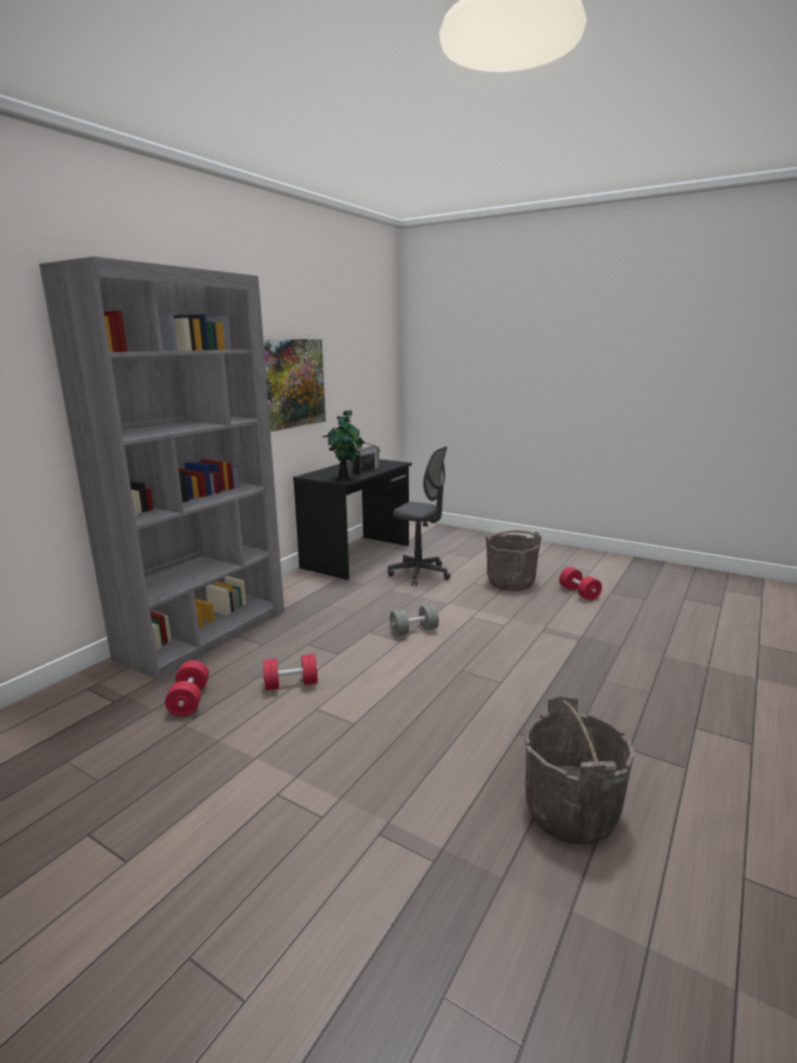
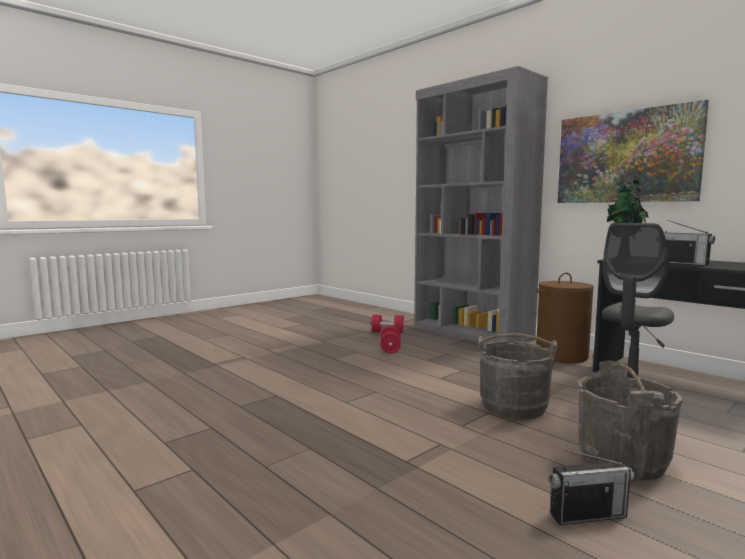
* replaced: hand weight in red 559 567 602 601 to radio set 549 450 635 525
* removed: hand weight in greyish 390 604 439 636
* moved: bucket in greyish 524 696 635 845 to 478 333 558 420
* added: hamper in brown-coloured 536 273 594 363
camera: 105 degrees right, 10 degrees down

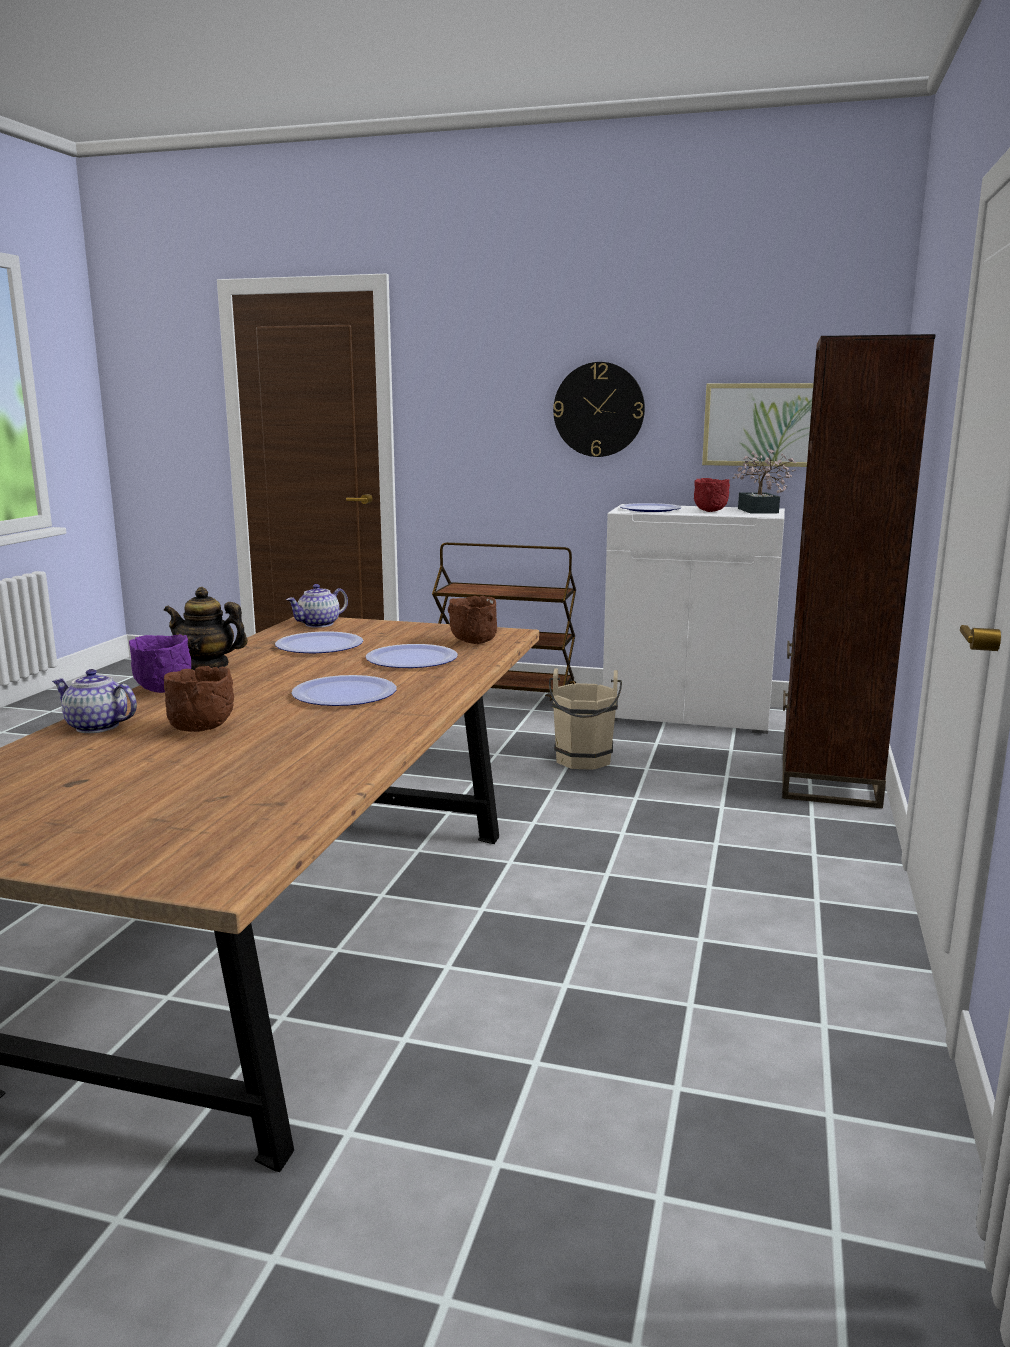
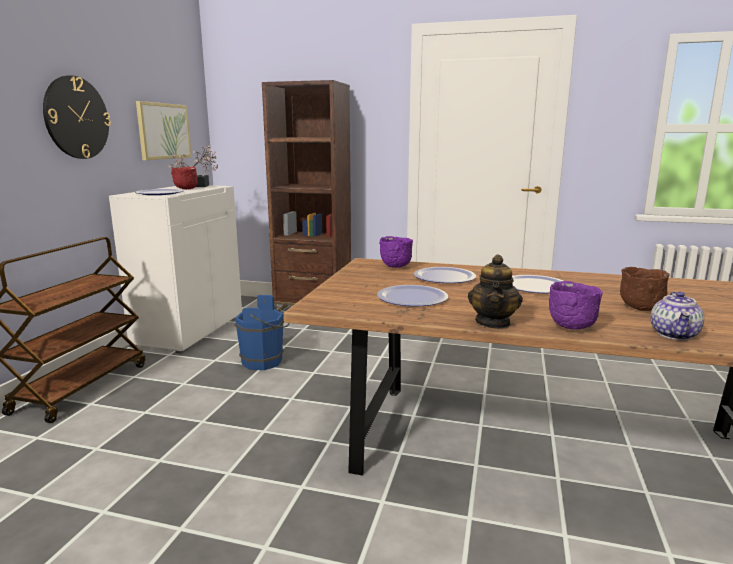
* removed: pot for tea 286 584 348 628
* recoloured: serving bowl in brown-coloured 448 595 497 644 to serving bowl in purplish 379 236 413 268
* recoloured: bucket in sand-coloured 549 668 622 770 to bucket in blue 234 295 290 370
camera: 90 degrees left, 0 degrees up

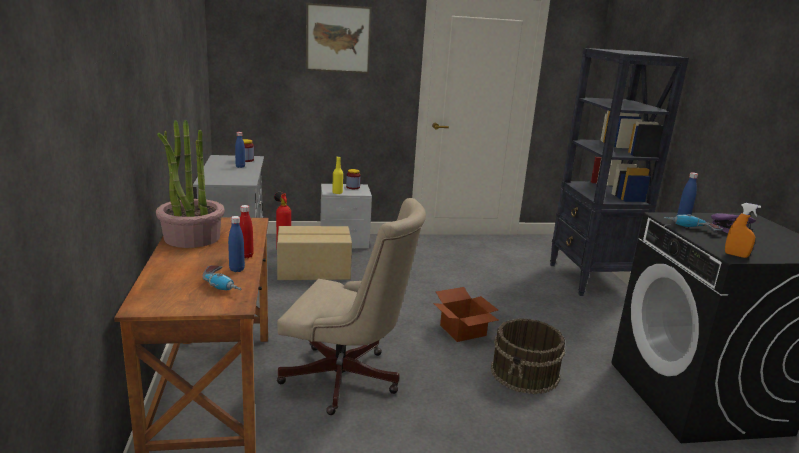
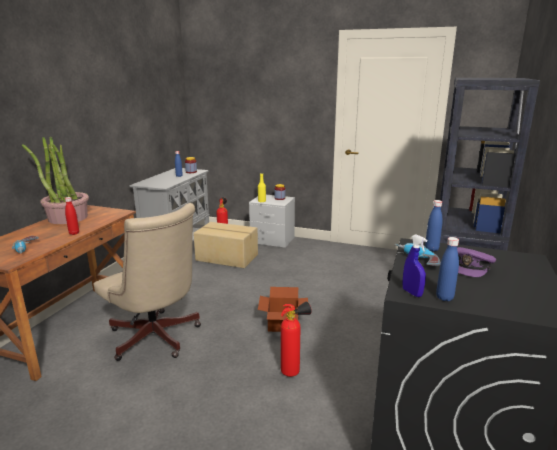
* removed: picture 306 3 372 73
* recoloured: hand sprayer in orange 725 203 761 258 to hand sprayer in blue 402 235 427 297
* moved: drink bottle in blue 228 216 245 272 to 436 237 459 301
* replaced: bucket in brown-coloured 491 318 565 394 to extinguisher 281 302 312 377
camera: 30 degrees right, 0 degrees up

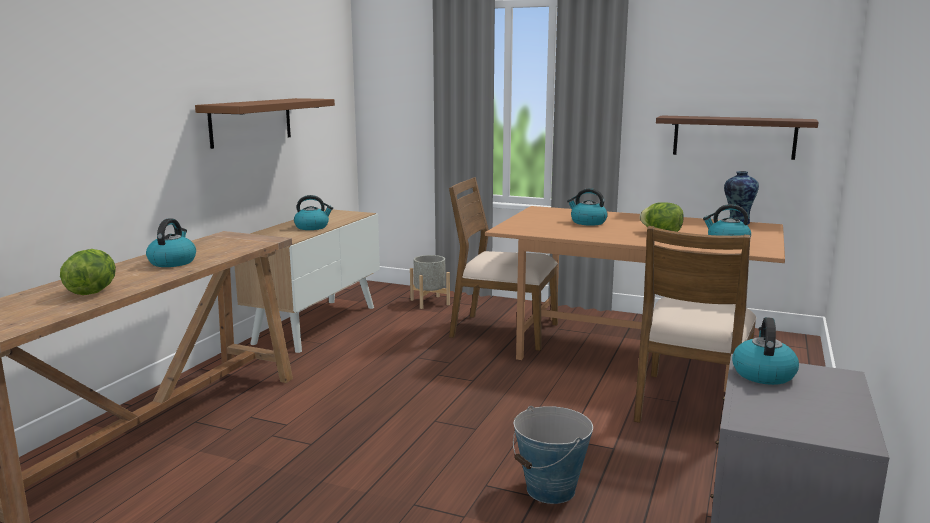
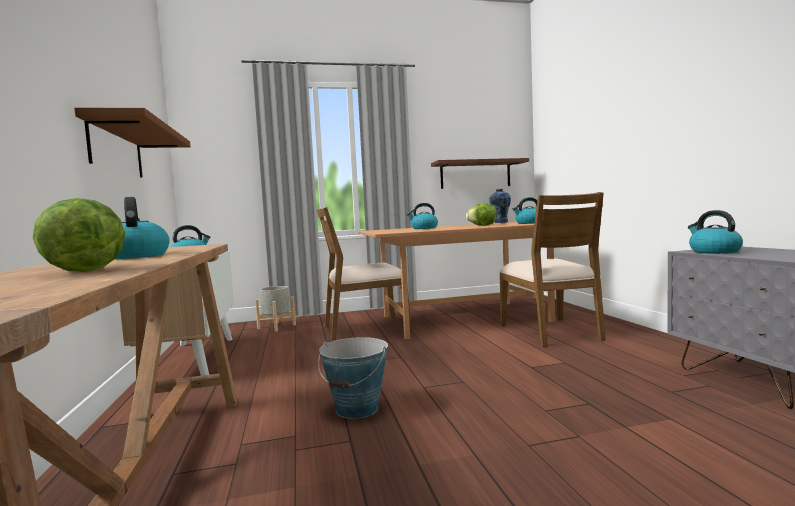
* moved: bucket 513 406 593 504 to 318 337 388 419
camera: 35 degrees left, 10 degrees down

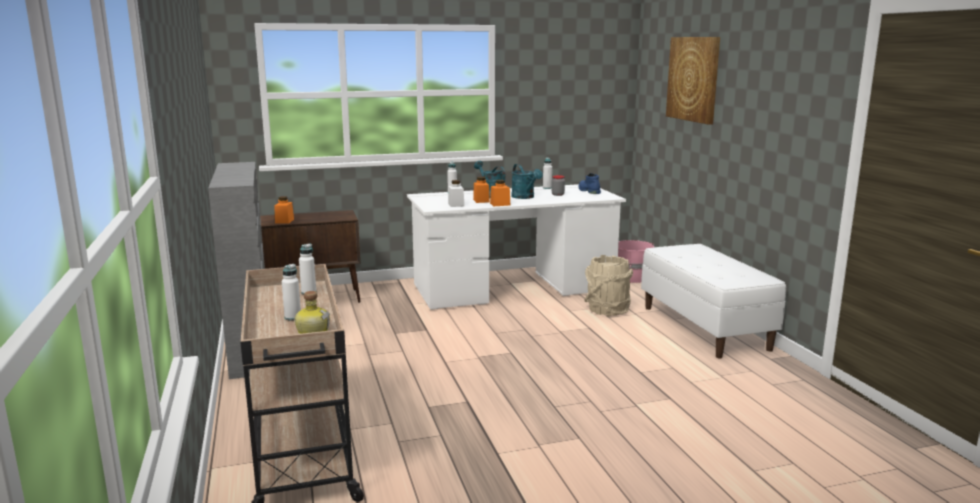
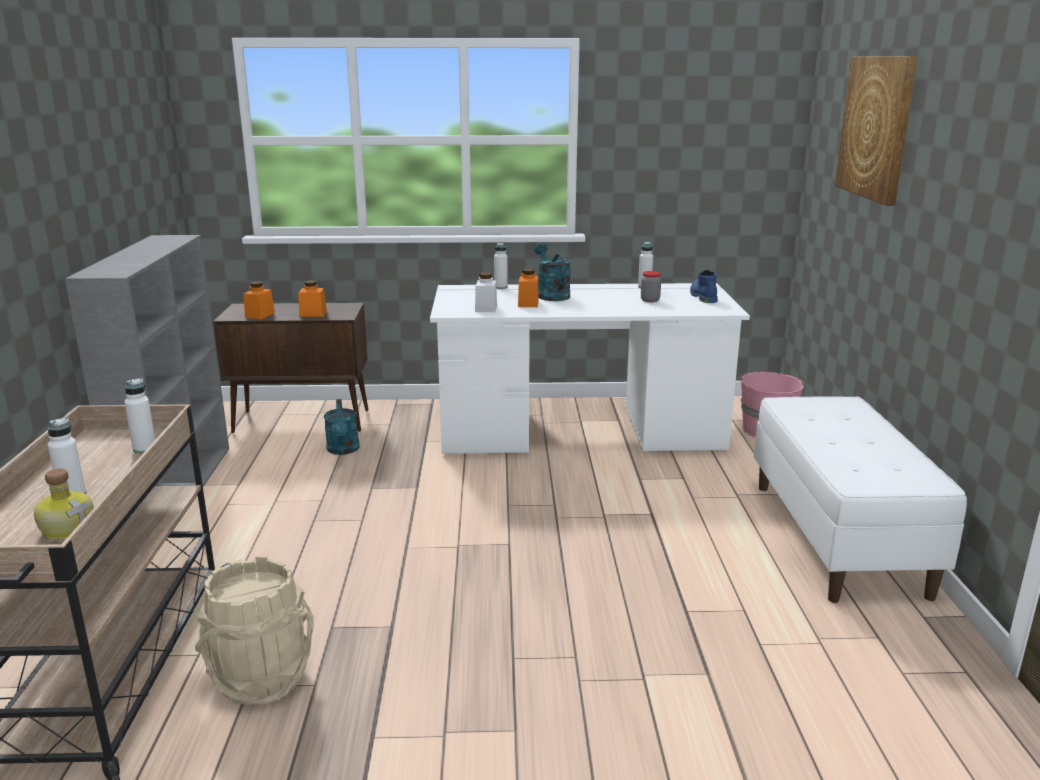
* moved: watering can in turquoise 511 164 543 199 to 324 399 360 455
* moved: preserve jar in orange 490 180 510 206 to 298 280 327 317
* moved: bucket in sand-coloured 584 255 633 316 to 195 556 314 705
camera: 15 degrees right, 5 degrees up

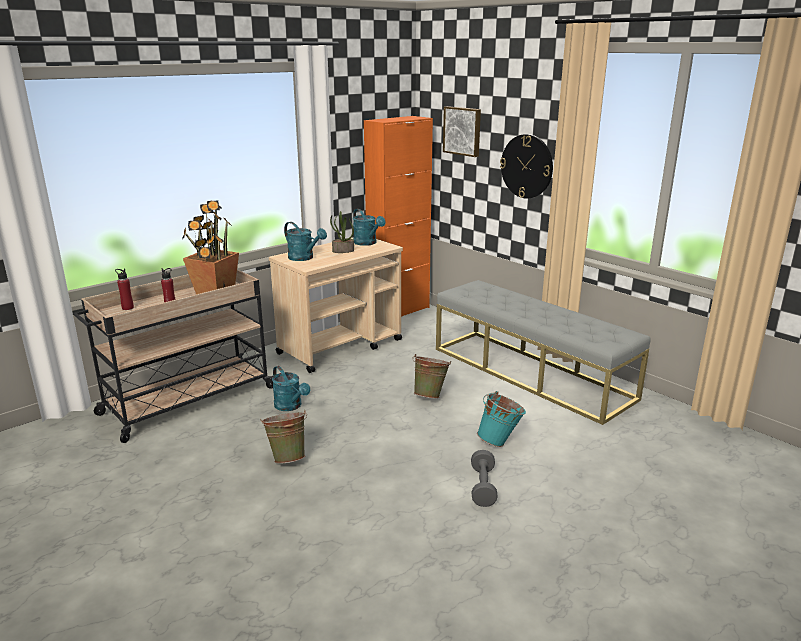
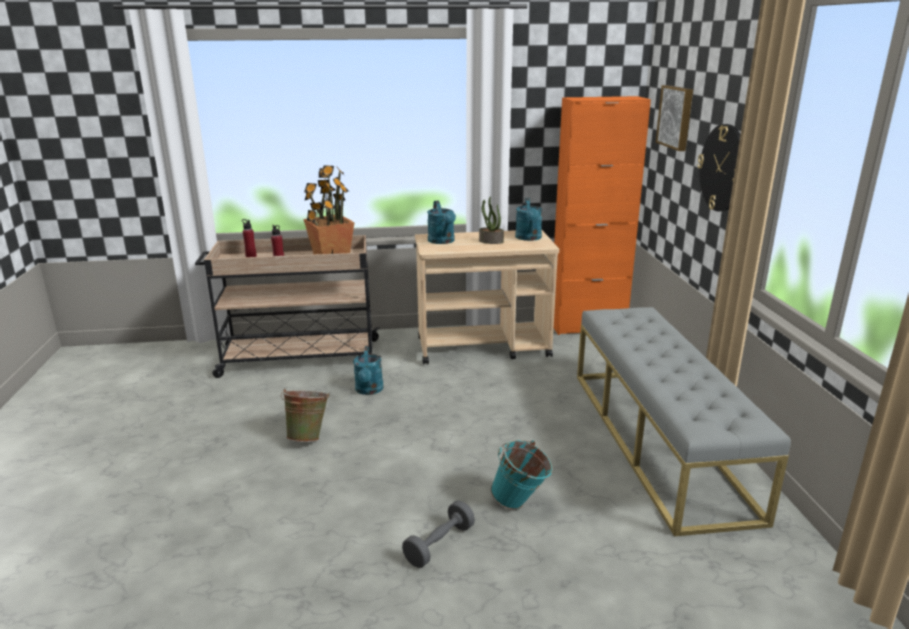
* removed: bucket in green 413 354 451 399
camera: 35 degrees right, 0 degrees up

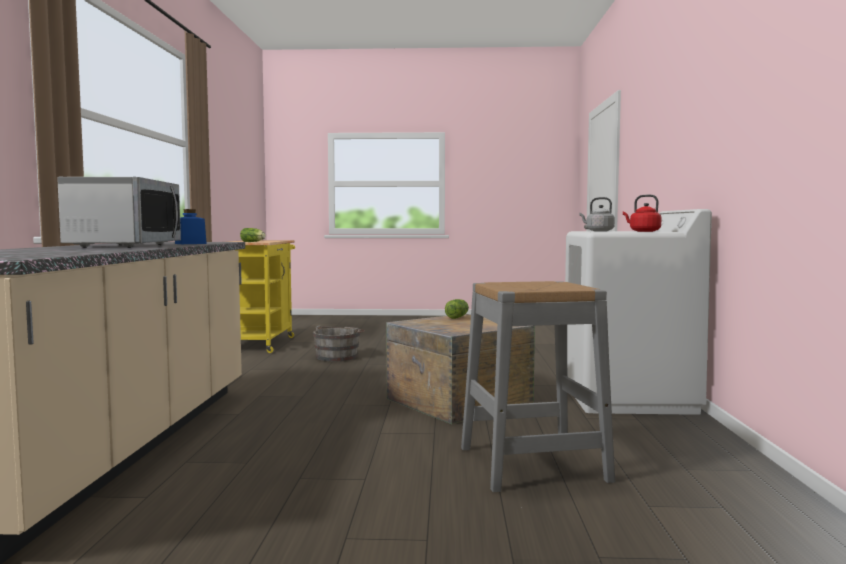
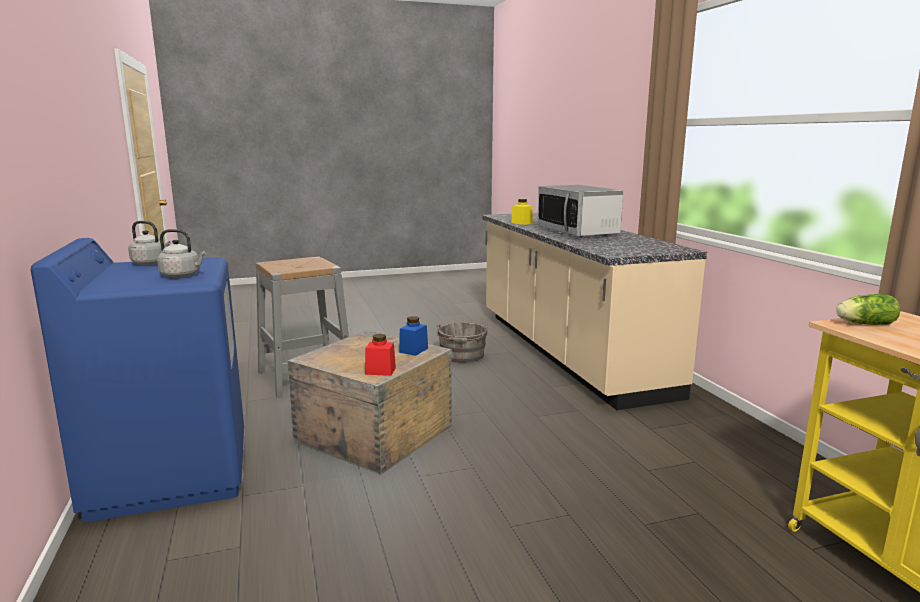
* recoloured: kettle in red 623 195 662 232 to kettle in greyish 128 221 171 265
* moved: preserve jar in blue 175 209 207 244 to 399 316 428 356
* recoloured: laundry machine in white 565 209 712 415 to laundry machine in blue 31 238 244 523
* replaced: lettuce head 445 299 469 319 to preserve jar in red 365 334 396 376
* moved: bucket in greyish 313 326 364 361 to 436 322 488 363
* added: preserve jar in yellow-coloured 511 199 533 225
camera: 160 degrees right, 10 degrees up

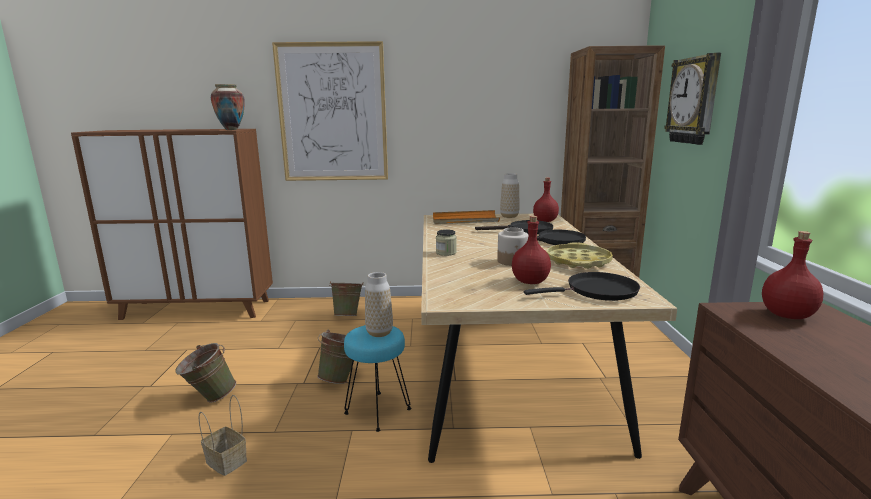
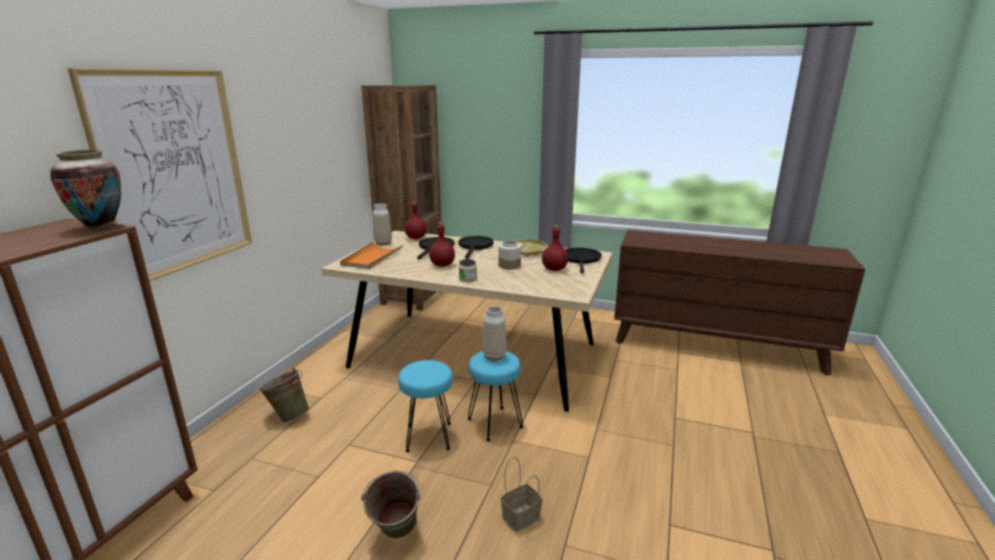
* removed: clock on the wall 664 53 721 145
* moved: drink bottle in red 762 231 823 319 to 429 222 455 267
* replaced: bucket in green 317 330 354 384 to sitting stool in turquoise 398 360 453 452
camera: 70 degrees left, 5 degrees up

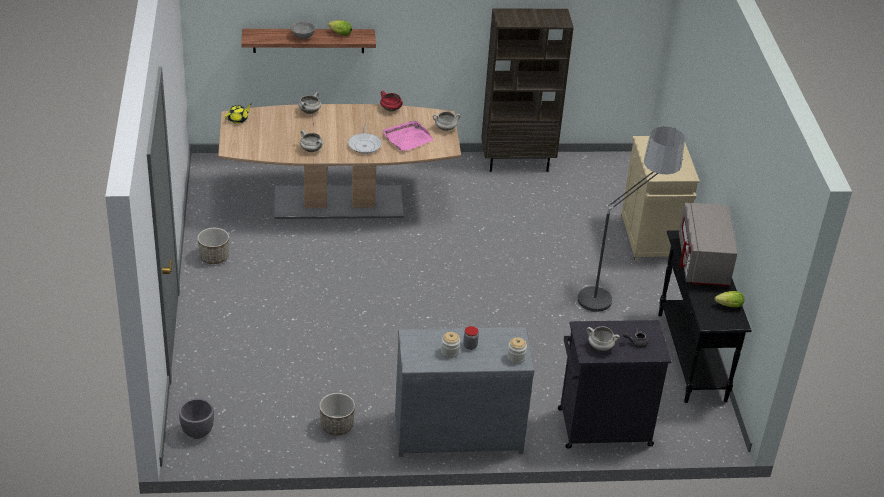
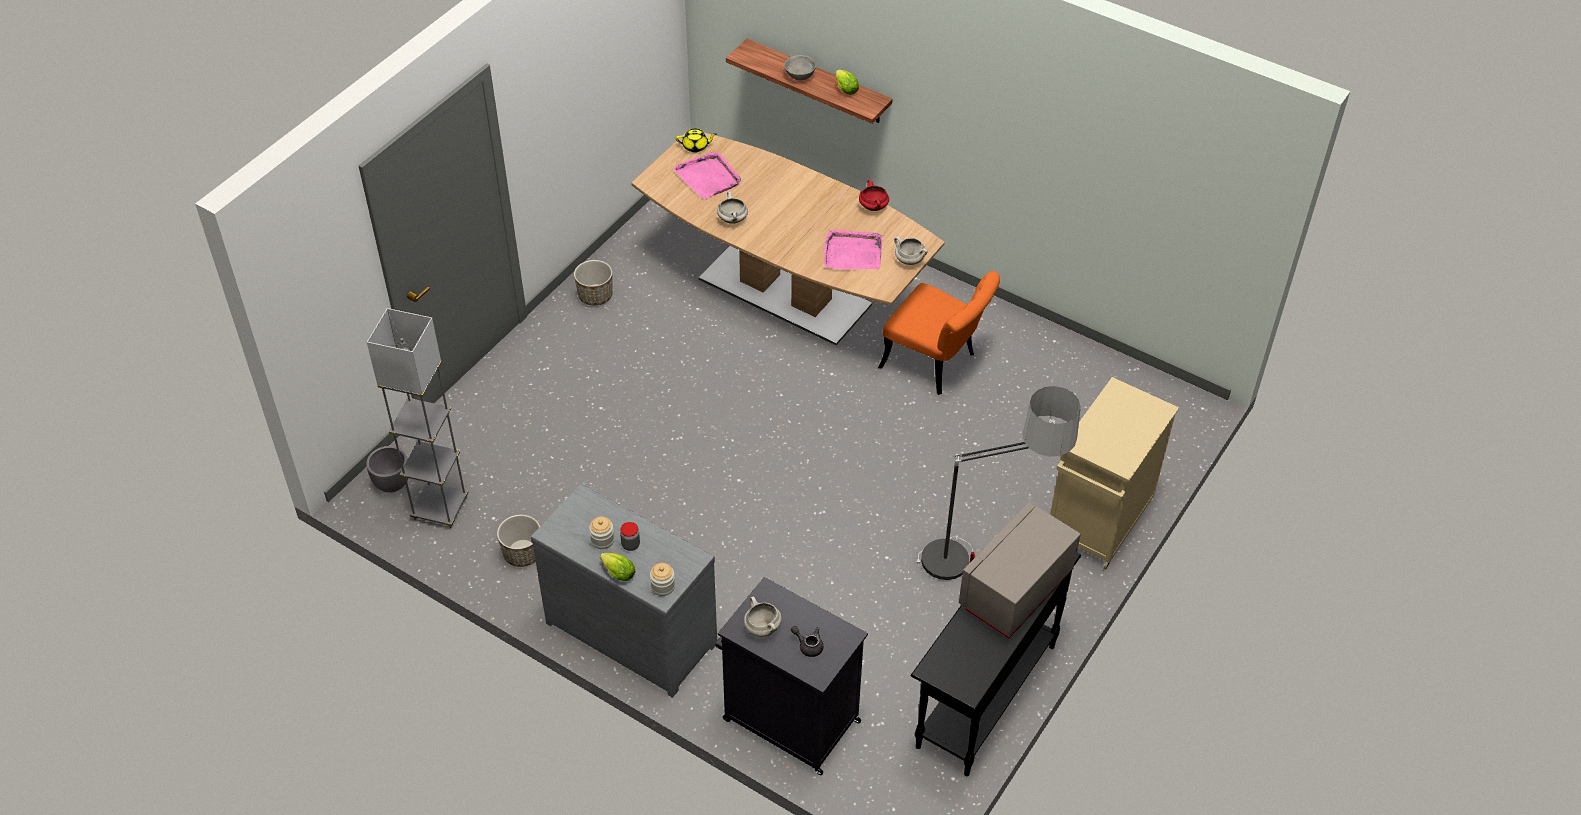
* removed: bookcase in brown-coloured 481 8 574 172
* removed: saucepot in white 298 92 321 114
* removed: skillet 348 123 382 154
* moved: lettuce head 715 291 745 308 to 600 553 635 581
* added: carrying tray in pink-coloured 673 152 741 199
* added: upright chair in orange 878 271 1000 395
* added: standing lamp in greyish 367 308 469 528
camera: 40 degrees right, 10 degrees up

